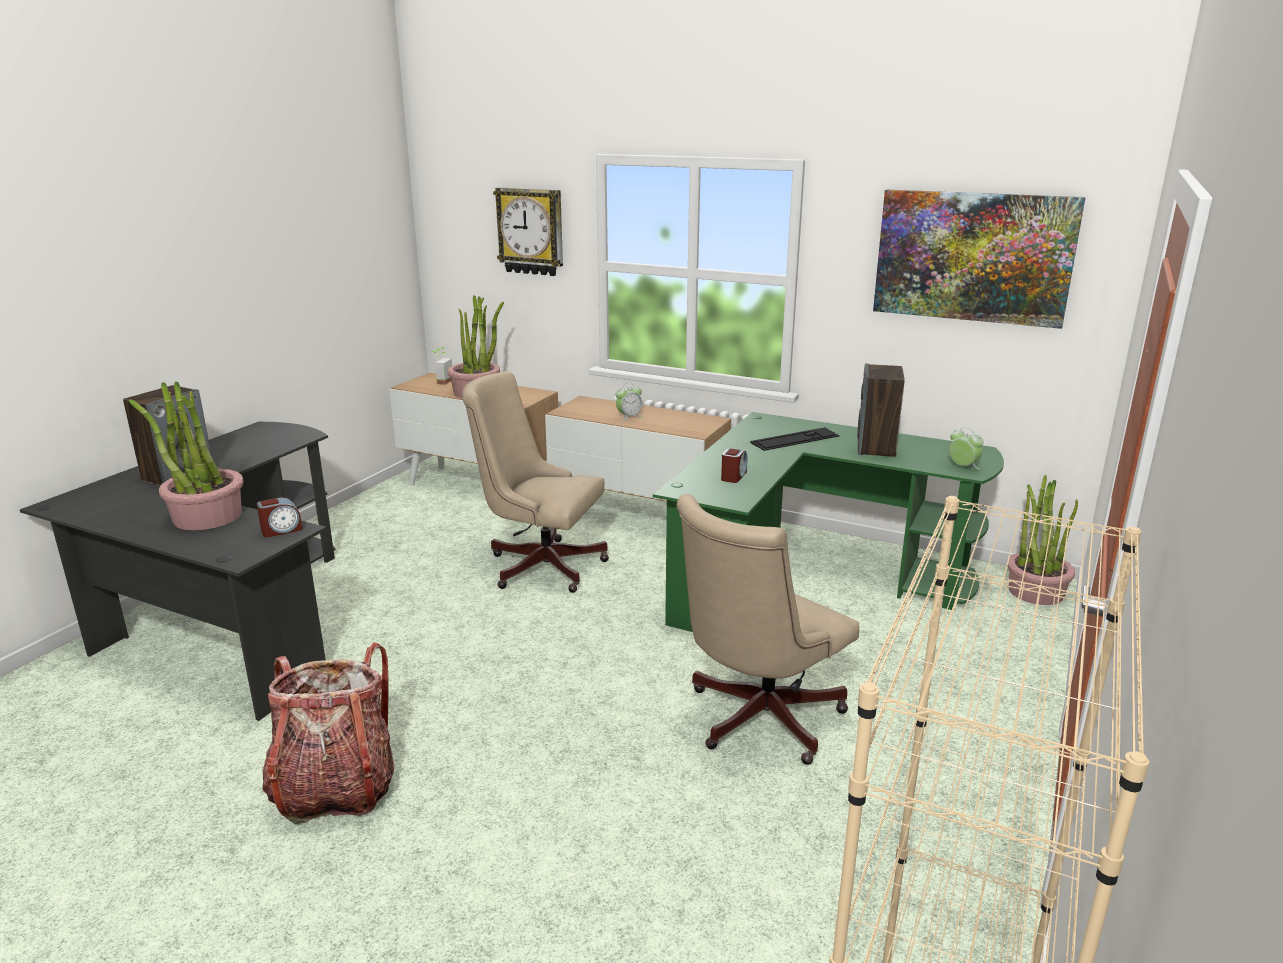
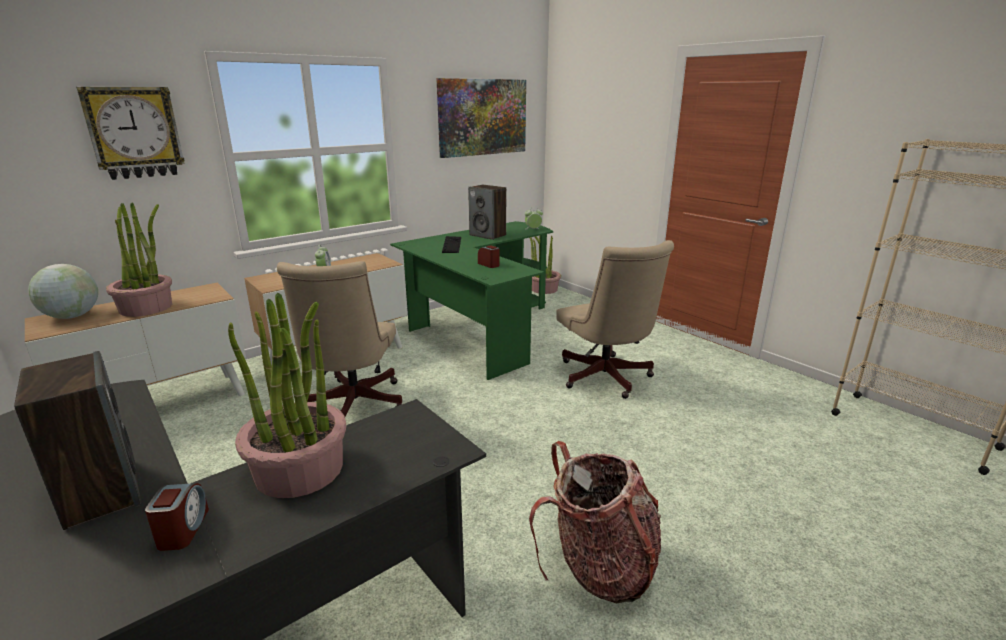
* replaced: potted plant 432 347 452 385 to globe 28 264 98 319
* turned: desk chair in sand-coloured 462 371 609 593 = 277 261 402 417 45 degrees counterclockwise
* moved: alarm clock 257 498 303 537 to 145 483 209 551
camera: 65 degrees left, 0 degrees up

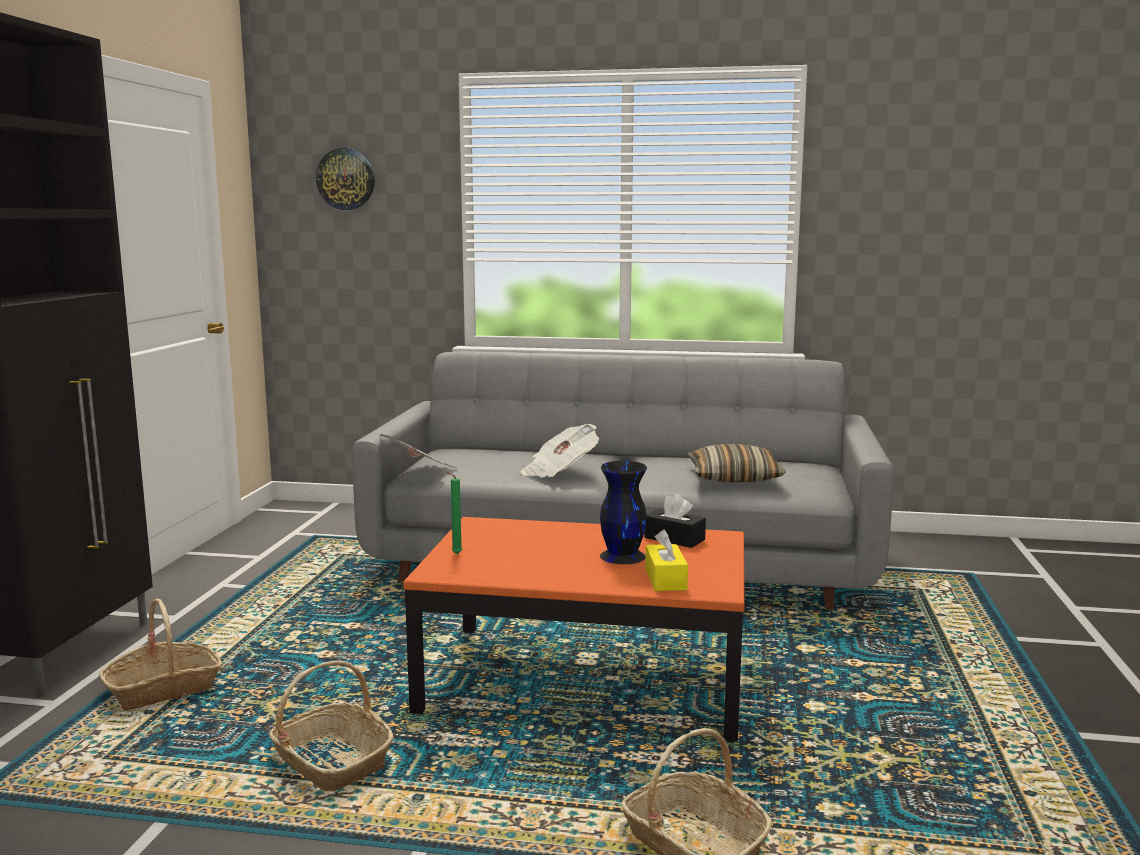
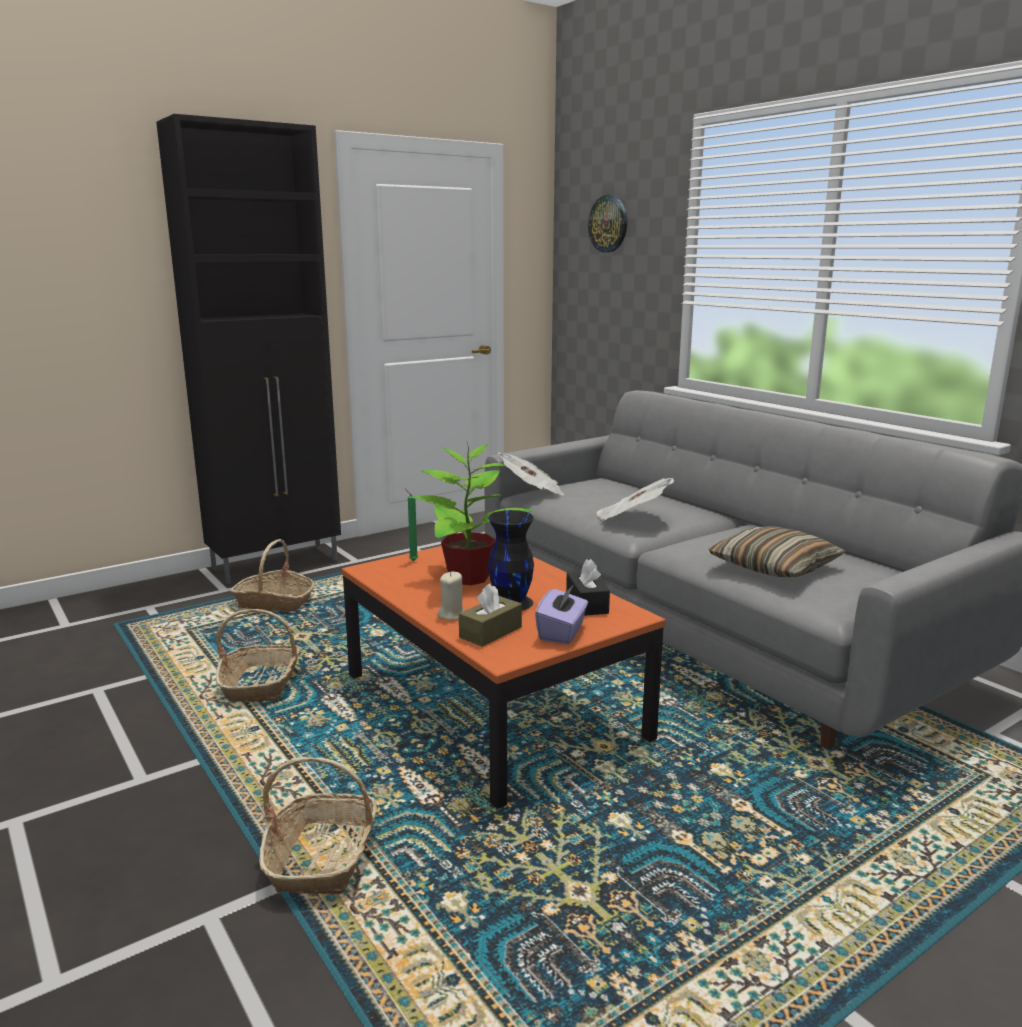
* recoloured: tissue box in yellow-coloured 645 529 688 591 to tissue box in brown-coloured 459 584 522 647
* added: potted plant 412 441 533 585
* added: wax light in sand-coloured 437 572 464 620
* added: tissue box in purplish 535 584 588 644
camera: 45 degrees right, 5 degrees up

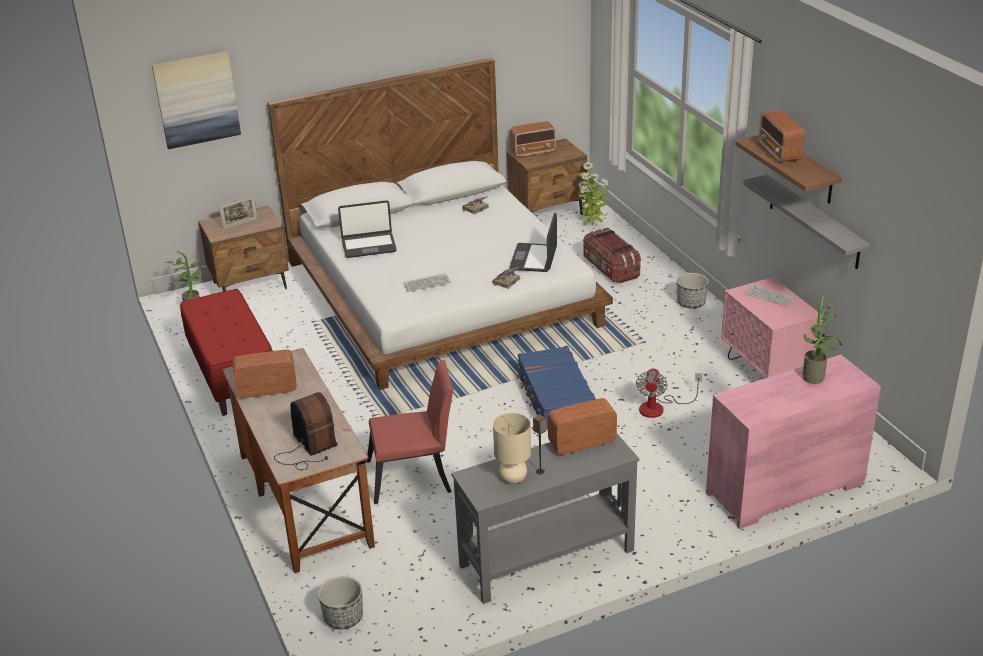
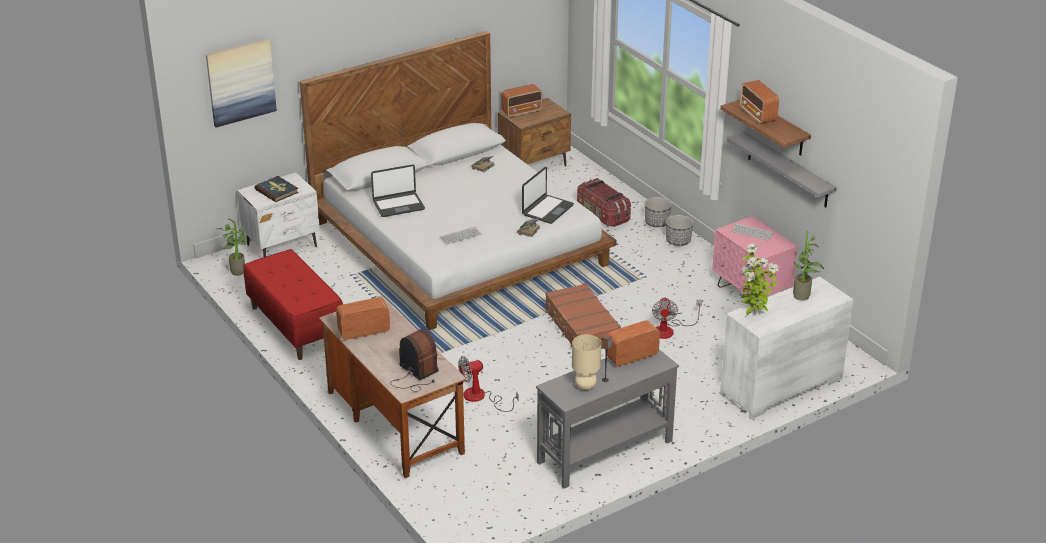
* moved: potted plant 578 162 609 226 to 741 243 779 315
* replaced: picture frame 219 194 258 230 to bound book 255 176 299 202
* recoloured: nightstand in brown-coloured 199 206 289 291 to nightstand in white 237 173 320 257
* turned: notebook computer 509 213 557 272 = 522 167 574 224 150 degrees counterclockwise
* recoloured: suitcase in blue 517 346 596 430 to suitcase in brown-coloured 545 283 621 349
* recoloured: dresser in pink-coloured 706 355 881 529 to dresser in white 720 277 853 419
* replaced: upright chair in red 366 360 453 504 to fan 458 356 518 412
* moved: flower pot 318 576 363 629 to 645 197 672 227
camera: 10 degrees left, 0 degrees up

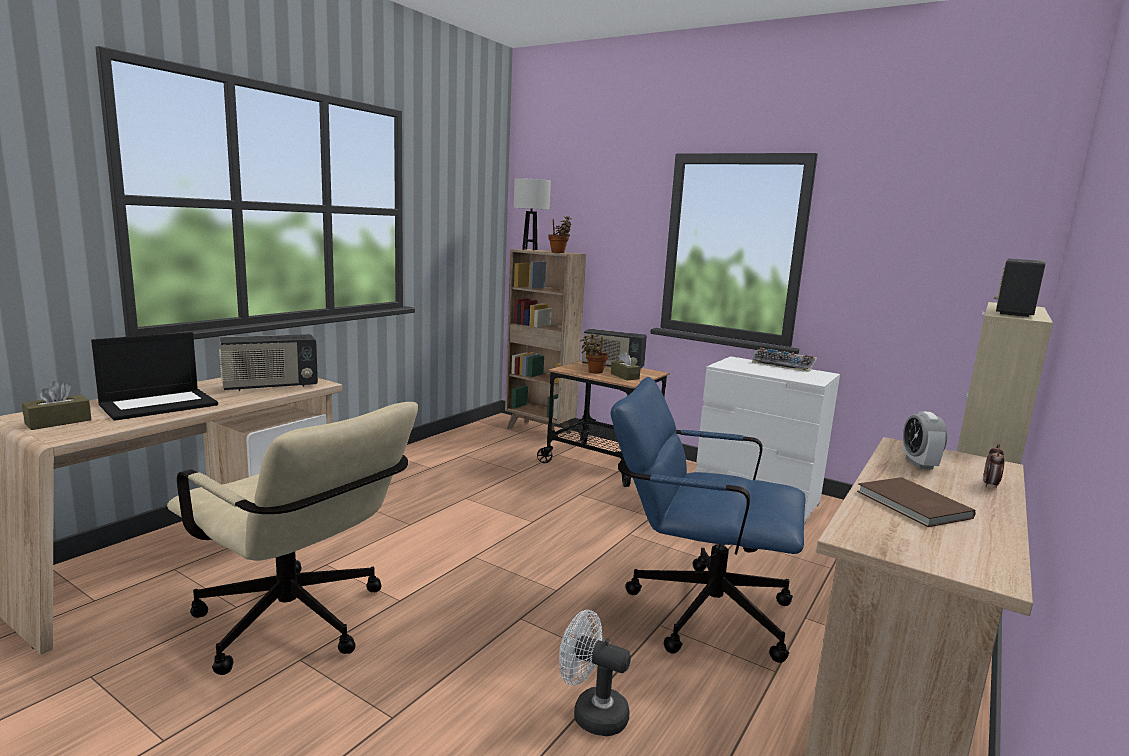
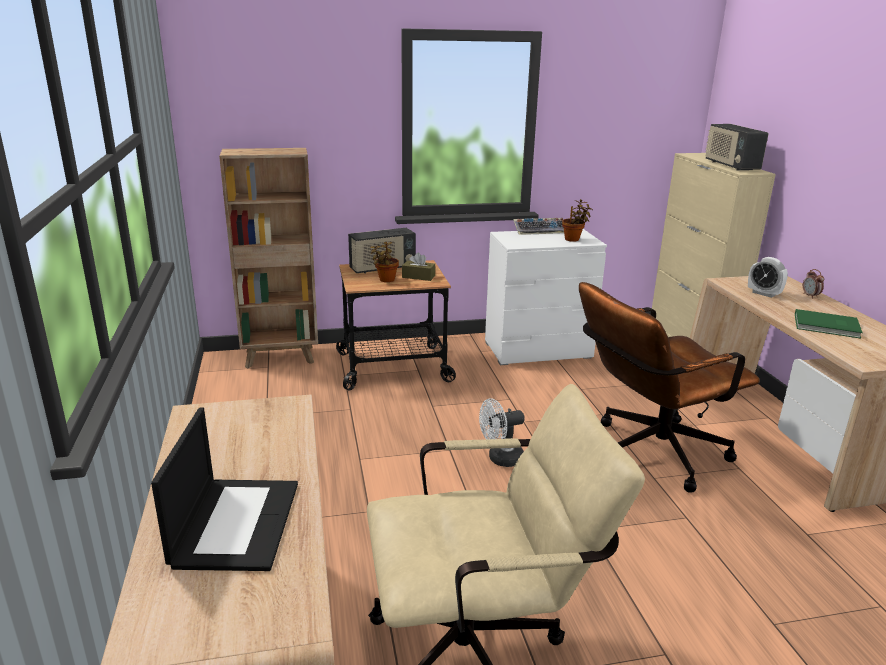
* removed: tabletop lamp in white 514 178 551 250
* moved: potted plant 548 216 571 253 to 562 199 593 242
* removed: radio set 219 334 318 391
* recoloured: desk chair in blue 611 377 805 663 to desk chair in brown-coloured 579 282 760 493
* removed: tissue box in brown-coloured 22 381 92 430
* recoloured: bound book in brown-coloured 857 477 976 527 to bound book in green 795 309 863 339
* moved: fan in white 559 610 631 736 to 479 398 525 467
camera: 45 degrees left, 10 degrees up

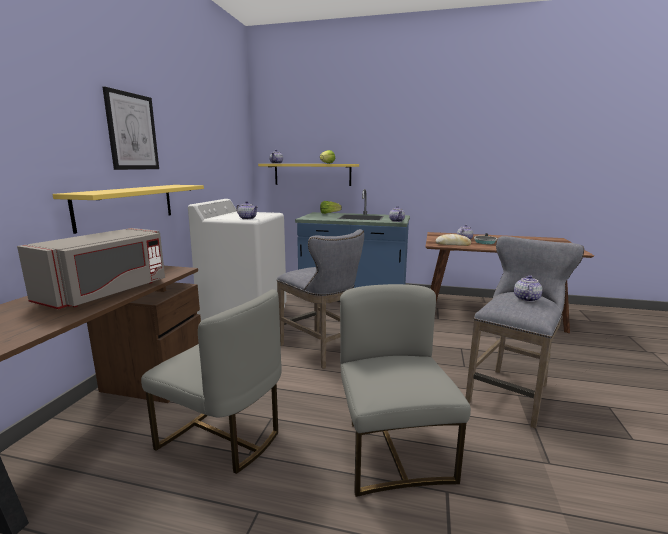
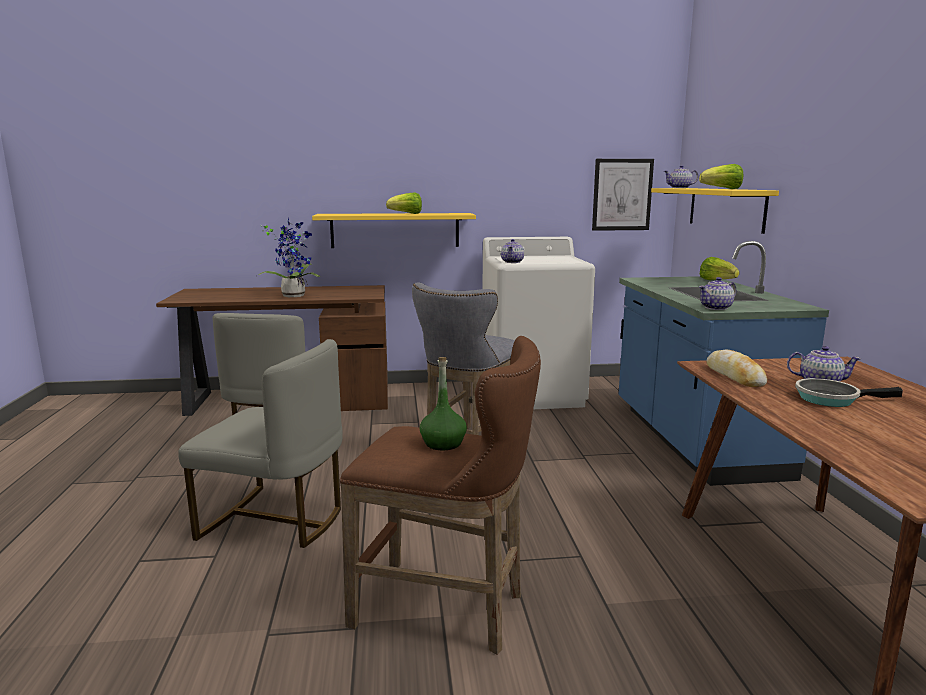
* moved: picture 102 87 159 170 to 592 159 654 231
* replaced: kitchen microwave in greyish 17 228 165 309 to potted plant 259 218 320 297
* recoloured: sitting stool in greyish 466 236 584 429 to sitting stool in brown-coloured 340 336 541 655
* replaced: pot for tea 514 275 543 302 to drink bottle in green 420 357 467 450
* turned: upright chair in greyish 340 284 471 497 = 178 339 343 548 45 degrees clockwise
* added: lettuce head 386 192 422 214
camera: 70 degrees right, 0 degrees up

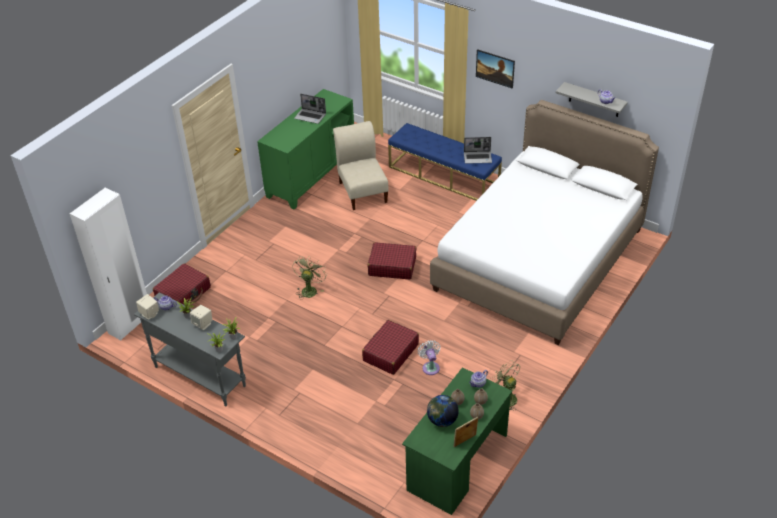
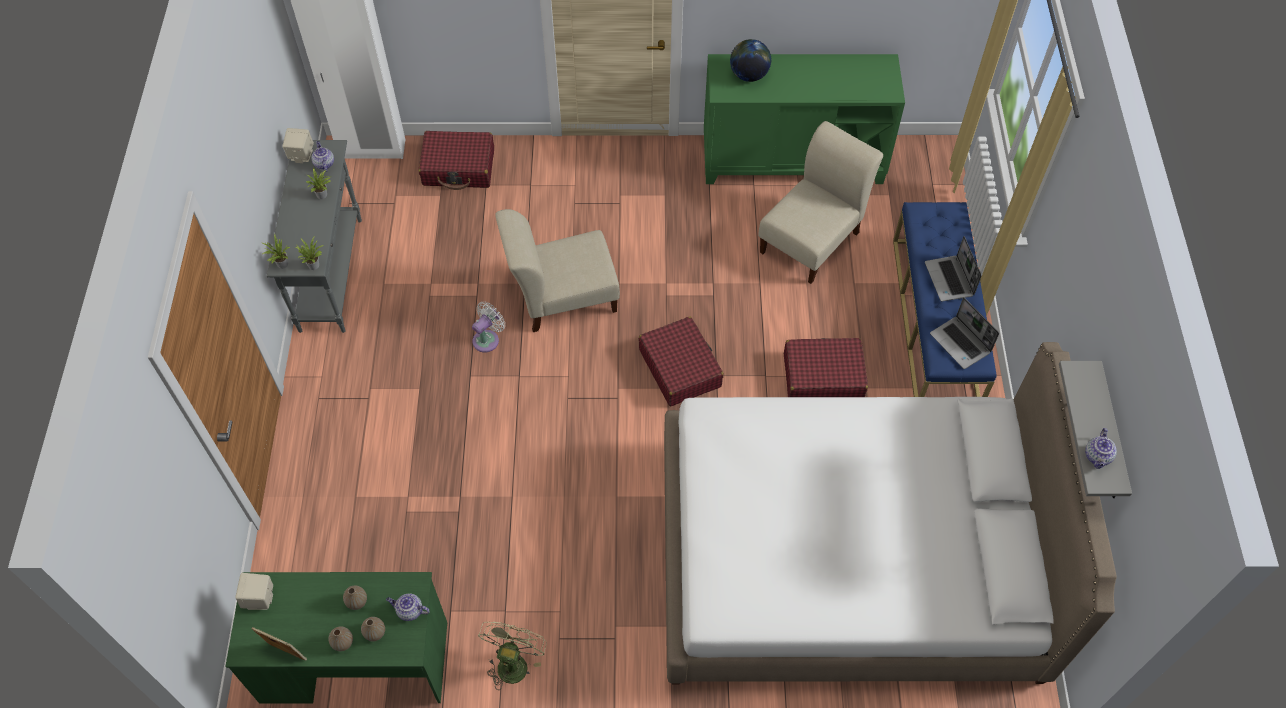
* removed: picture 476 49 515 89
* moved: notebook computer 294 94 326 124 to 925 236 982 302
* replaced: fan in green 292 256 327 300 to upright chair in sand-coloured 495 209 620 332
* moved: speaker in sand-coloured 190 305 212 330 to 235 573 273 610
* moved: suitcase in red 362 320 419 375 to 784 338 868 397
* moved: fan in white 418 340 441 375 to 472 302 505 352
* moved: globe 427 395 459 427 to 730 39 772 82
camera: 55 degrees right, 15 degrees up

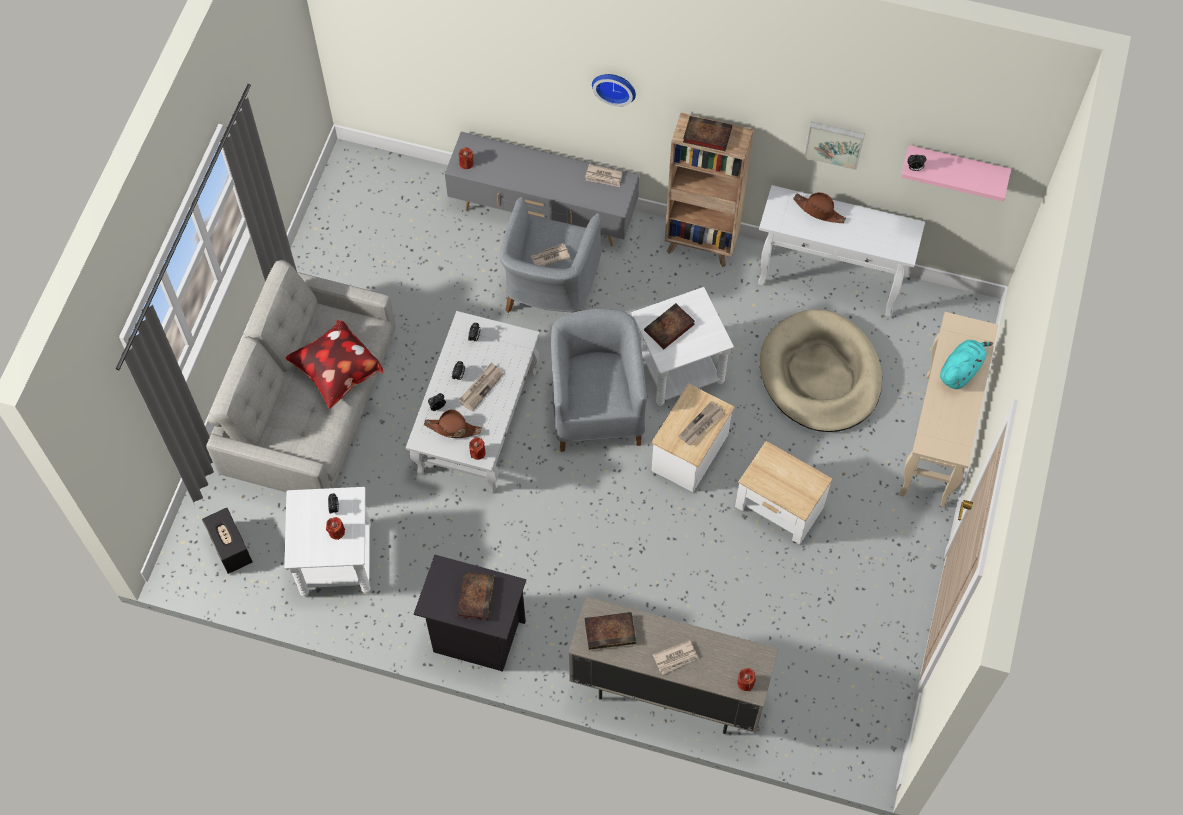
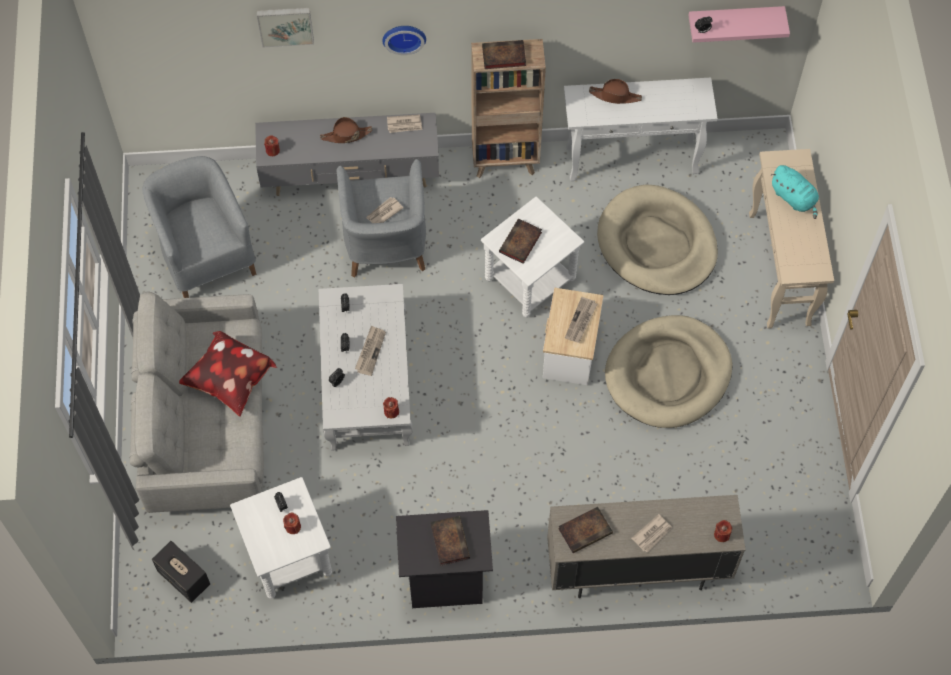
* moved: picture 804 121 865 170 to 257 8 314 47
* moved: armchair in greyish 551 309 647 452 to 142 156 256 298
* turned: cuddly toy in turquoise 940 340 993 389 = 771 165 819 219 120 degrees clockwise
* moved: hat in brown-coloured 424 409 482 438 to 320 117 372 143
* replaced: side table 735 441 832 544 to dog bed in sand-coloured 605 315 732 428
camera: 20 degrees left, 0 degrees up

